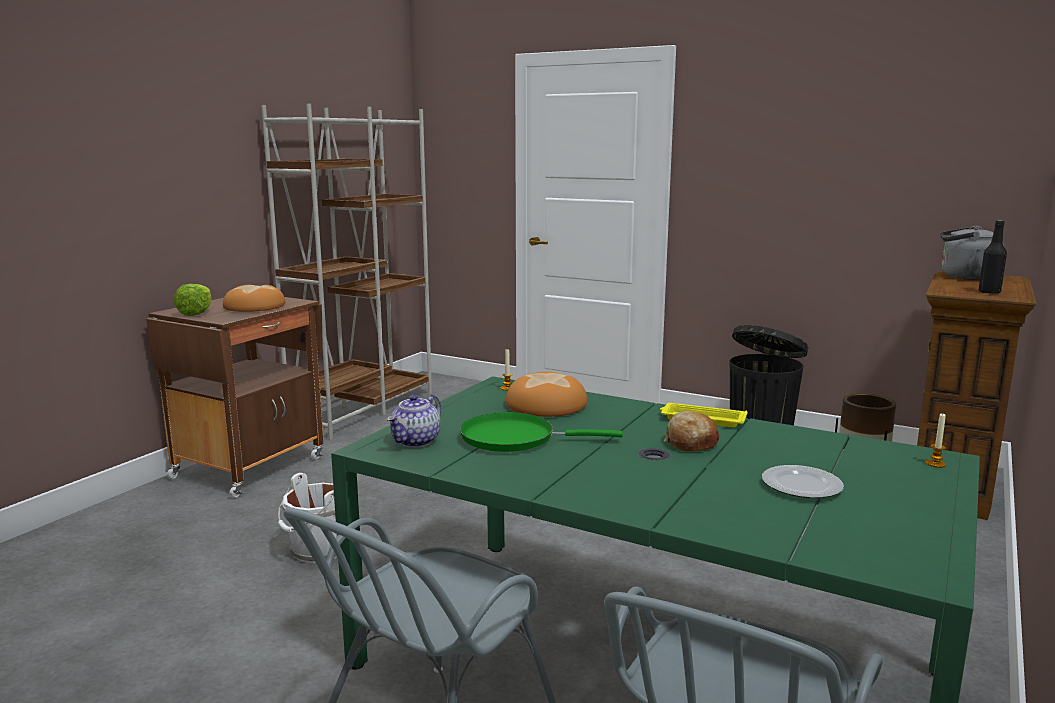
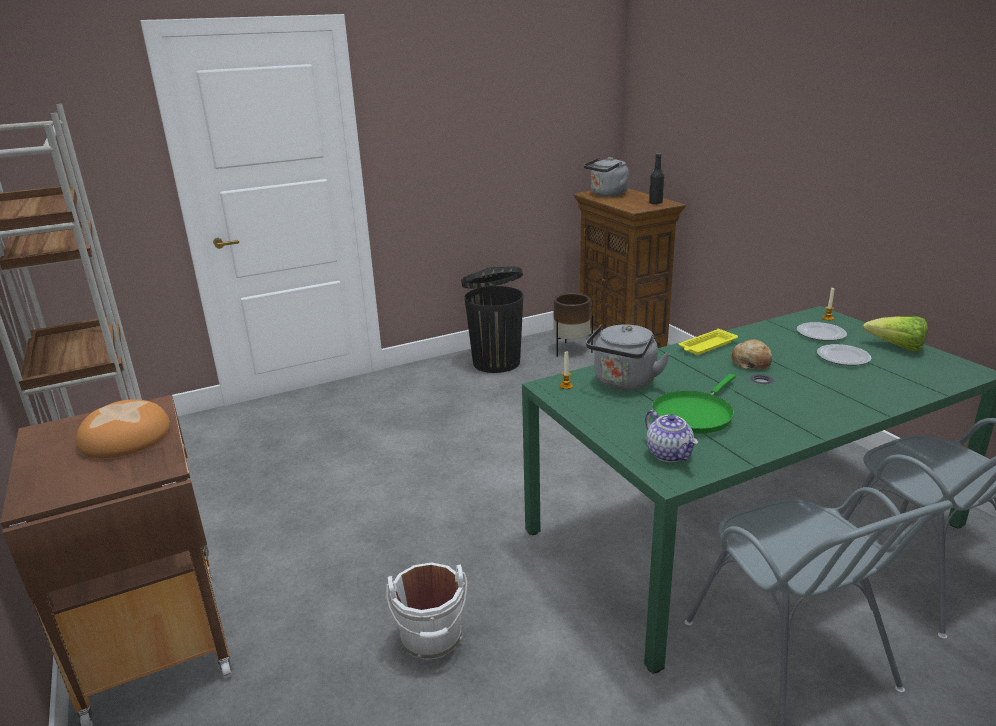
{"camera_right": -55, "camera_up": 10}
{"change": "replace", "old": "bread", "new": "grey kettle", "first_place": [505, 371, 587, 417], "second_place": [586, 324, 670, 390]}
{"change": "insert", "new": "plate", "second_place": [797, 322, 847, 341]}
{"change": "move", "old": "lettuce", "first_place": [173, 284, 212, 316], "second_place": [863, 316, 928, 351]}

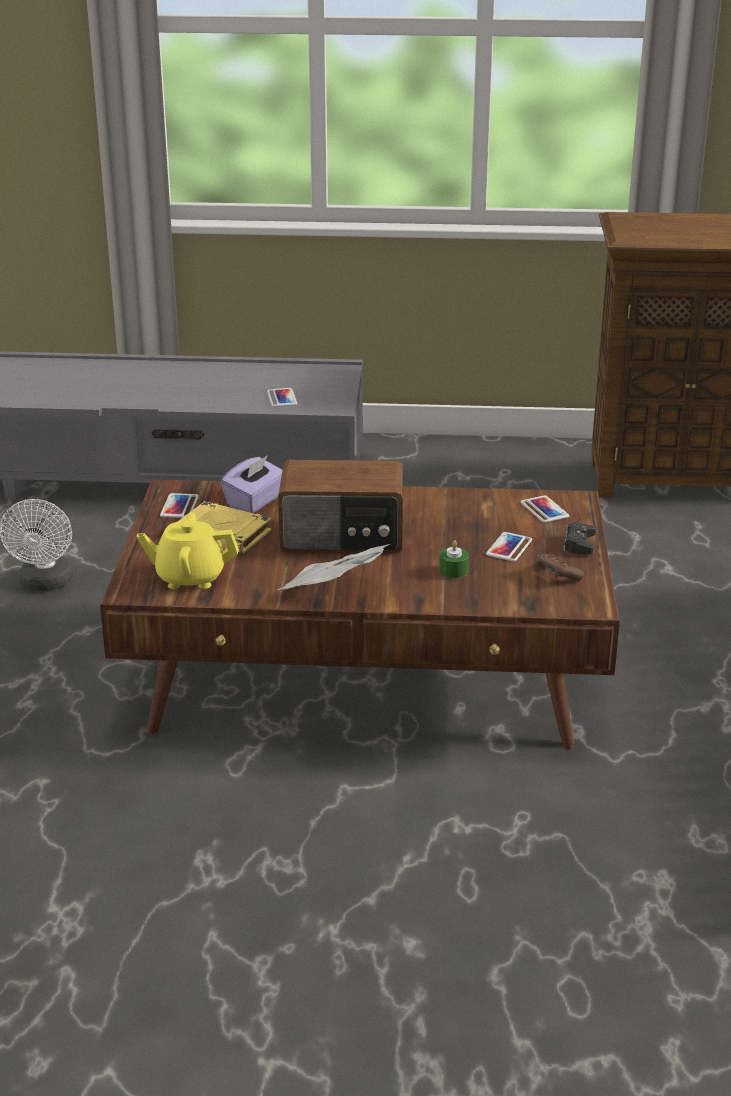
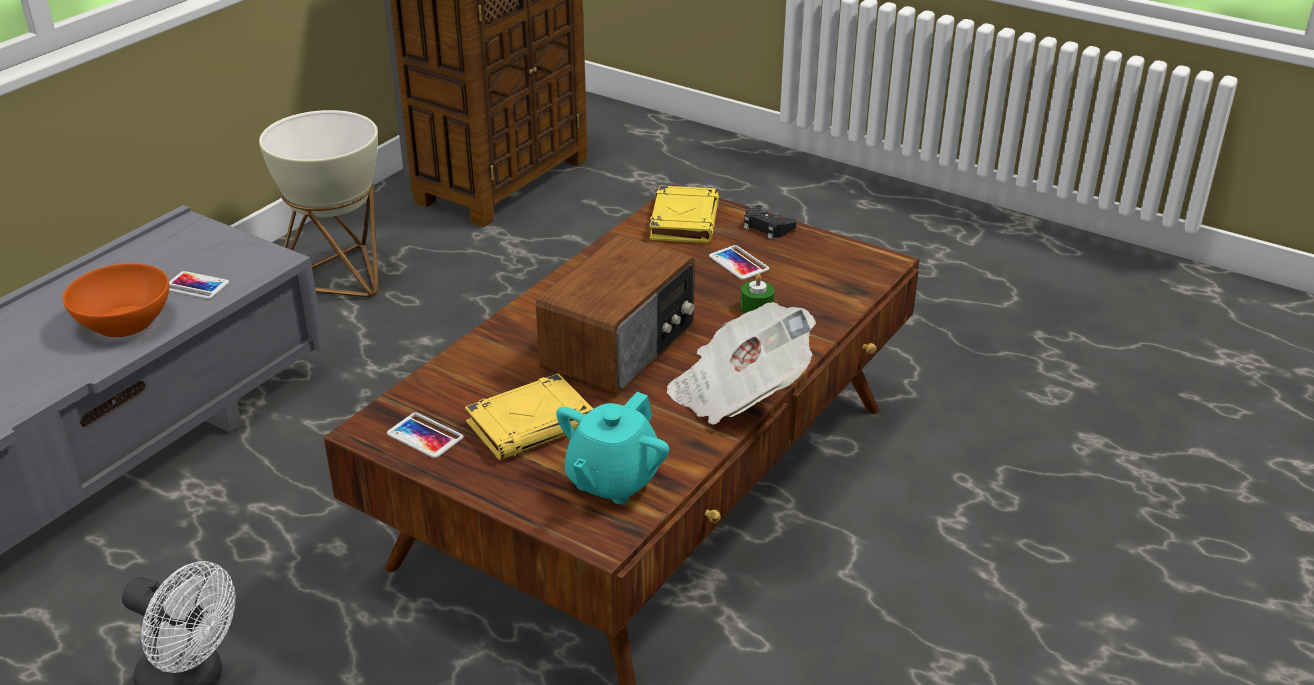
{"camera_right": -60, "camera_up": 5}
{"change": "insert", "new": "orange bowl", "second_place": [63, 263, 169, 337]}
{"change": "insert", "new": "planter", "second_place": [259, 110, 379, 297]}
{"change": "recolor", "old": "yellow teapot", "new": "turquoise teapot", "first_place": [137, 512, 239, 589], "second_place": [556, 392, 669, 504]}
{"change": "replace", "old": "phone", "new": "yellow book", "first_place": [521, 496, 569, 523], "second_place": [650, 185, 719, 243]}
{"change": "delete", "old": "purple tissue box", "first_place": [221, 455, 282, 513]}
{"change": "delete", "old": "brown game controller", "first_place": [534, 554, 584, 581]}

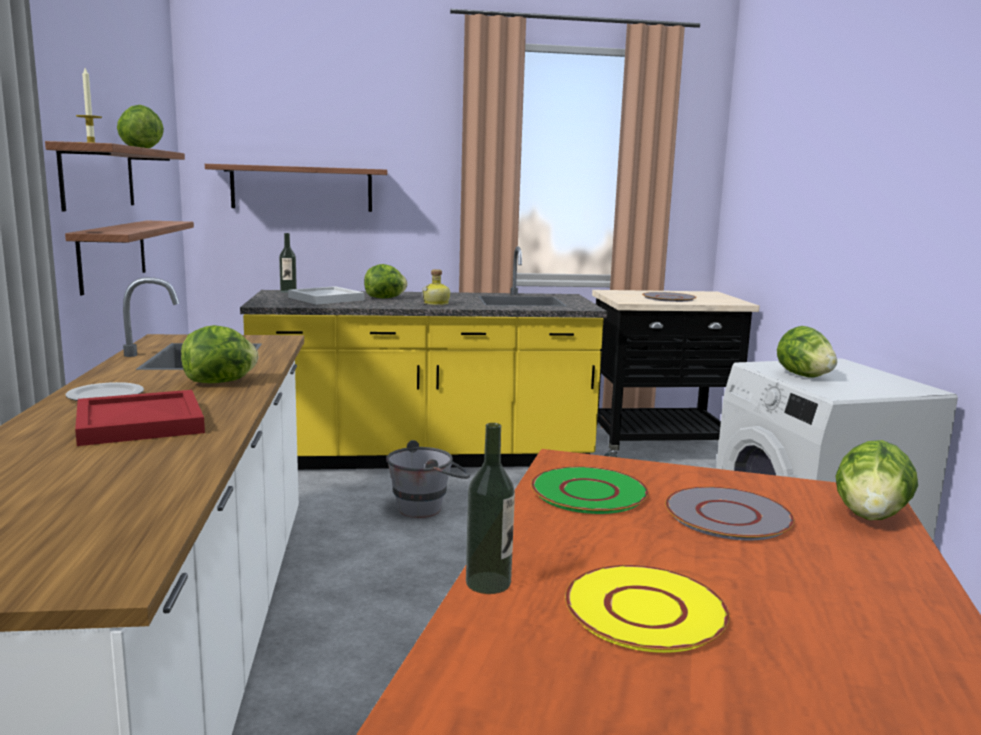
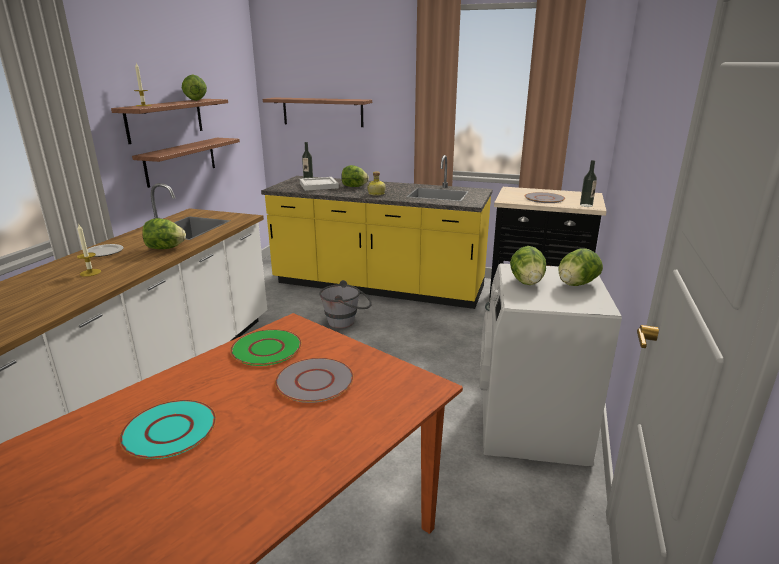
{"camera_right": 25, "camera_up": 10}
{"change": "replace", "old": "red tray", "new": "candle", "first_place": [75, 390, 205, 446], "second_place": [77, 224, 101, 277]}
{"change": "recolor", "old": "yellow plate", "new": "turquoise plate", "first_place": [565, 565, 730, 653], "second_place": [120, 400, 216, 459]}
{"change": "move", "old": "lettuce", "first_place": [835, 440, 918, 520], "second_place": [558, 249, 603, 286]}
{"change": "move", "old": "bottle", "first_place": [466, 423, 515, 594], "second_place": [580, 160, 597, 207]}

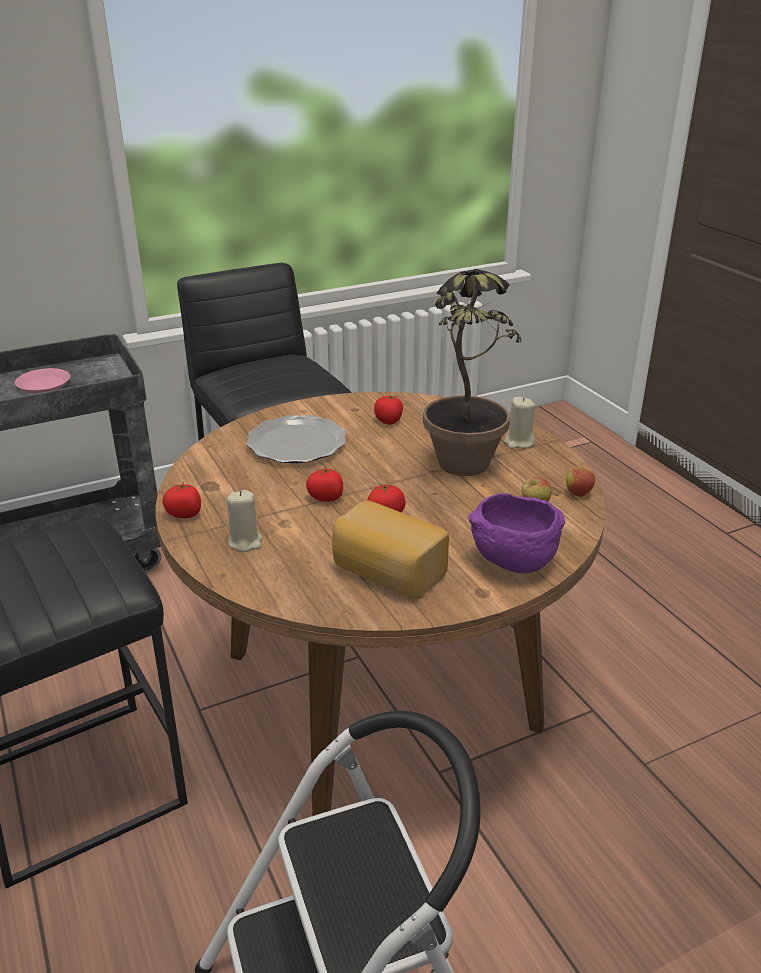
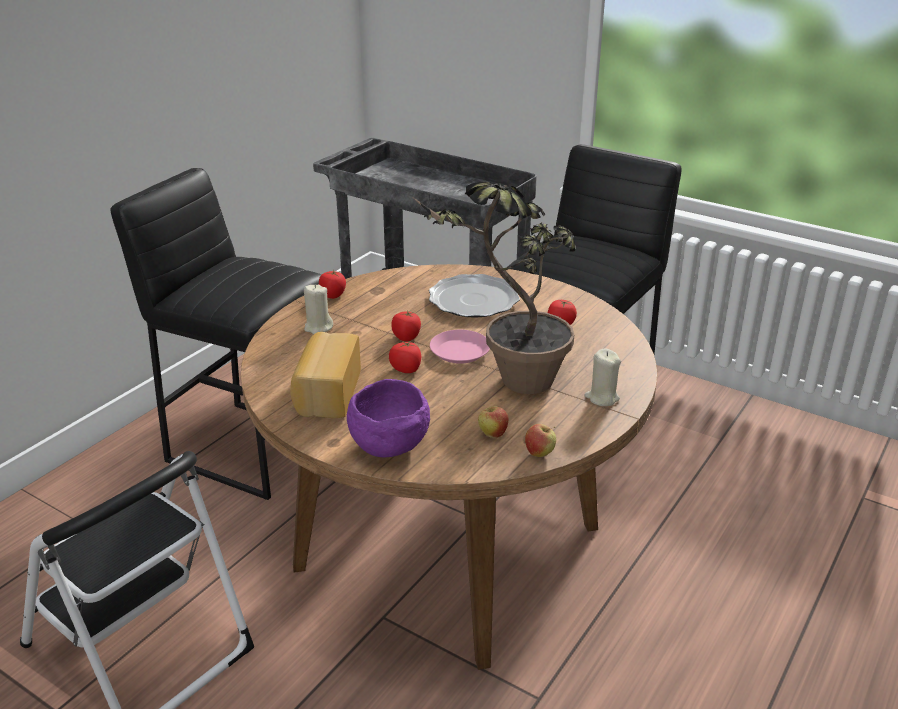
{"camera_right": 60, "camera_up": 0}
{"change": "move", "old": "pink plate", "first_place": [15, 368, 70, 394], "second_place": [430, 330, 490, 364]}

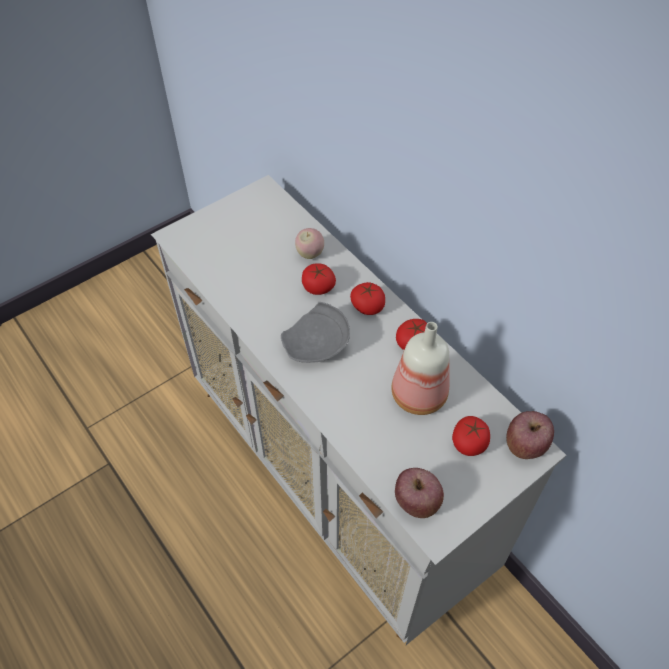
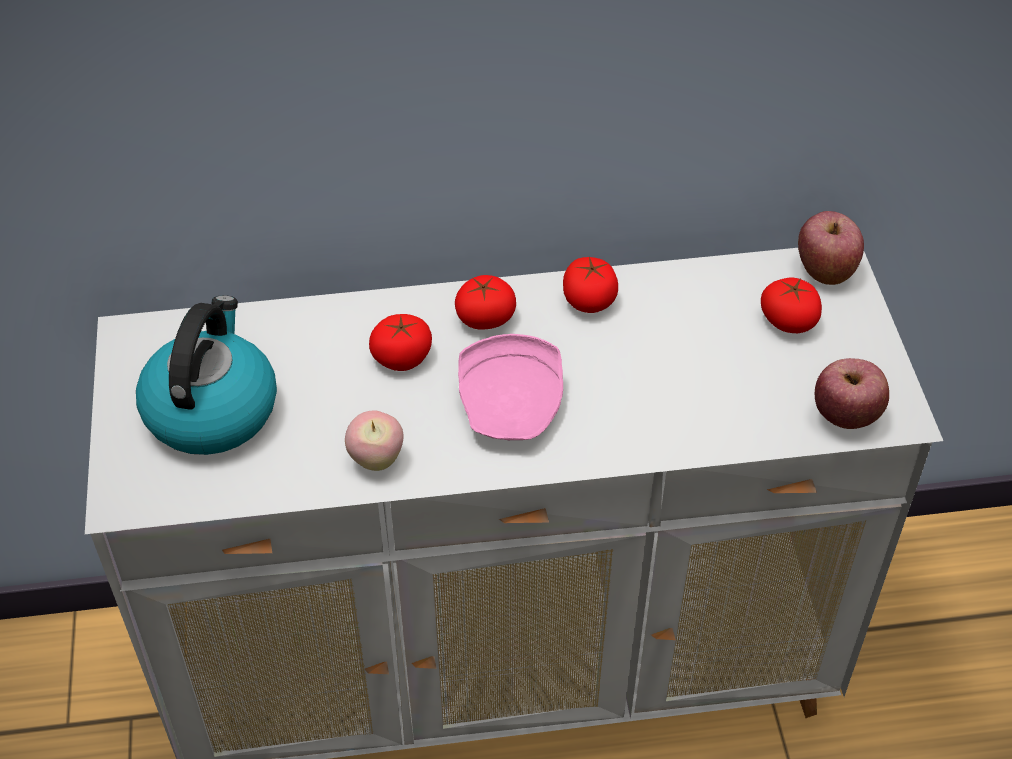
{"camera_right": -60, "camera_up": -5}
{"change": "insert", "new": "kettle", "second_place": [136, 295, 277, 455]}
{"change": "move", "old": "apple", "first_place": [295, 228, 324, 259], "second_place": [345, 410, 403, 471]}
{"change": "recolor", "old": "grey plate", "new": "pink plate", "first_place": [281, 302, 350, 363], "second_place": [458, 334, 563, 440]}
{"change": "delete", "old": "bottle", "first_place": [391, 322, 449, 415]}

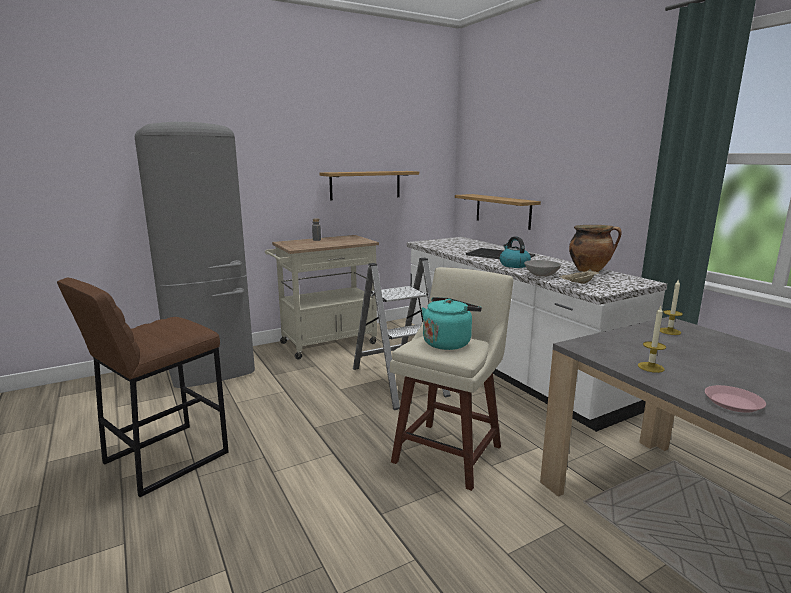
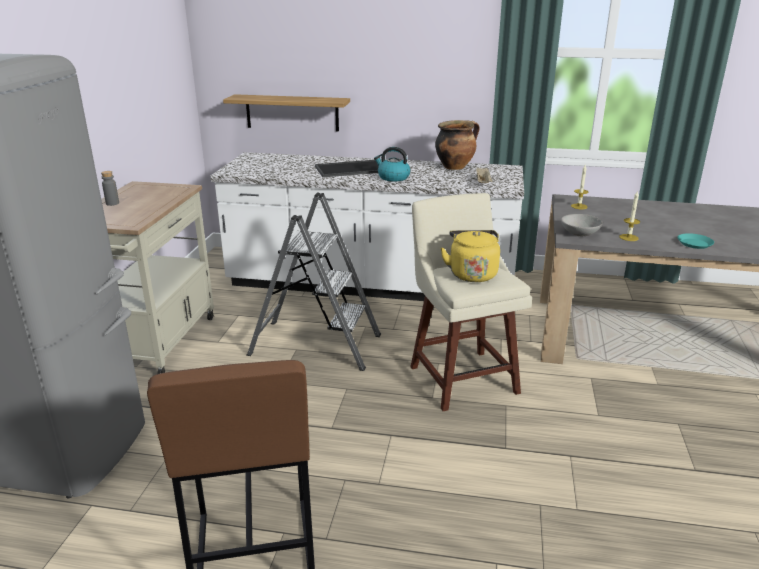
{"camera_right": -50, "camera_up": 10}
{"change": "recolor", "old": "turquoise kettle", "new": "yellow kettle", "first_place": [422, 297, 482, 350], "second_place": [441, 230, 500, 282]}
{"change": "move", "old": "grey bowl", "first_place": [524, 260, 561, 277], "second_place": [561, 214, 603, 236]}
{"change": "recolor", "old": "pink plate", "new": "turquoise plate", "first_place": [705, 385, 766, 413], "second_place": [677, 233, 714, 249]}
{"change": "delete", "old": "shelf", "first_place": [319, 171, 419, 201]}

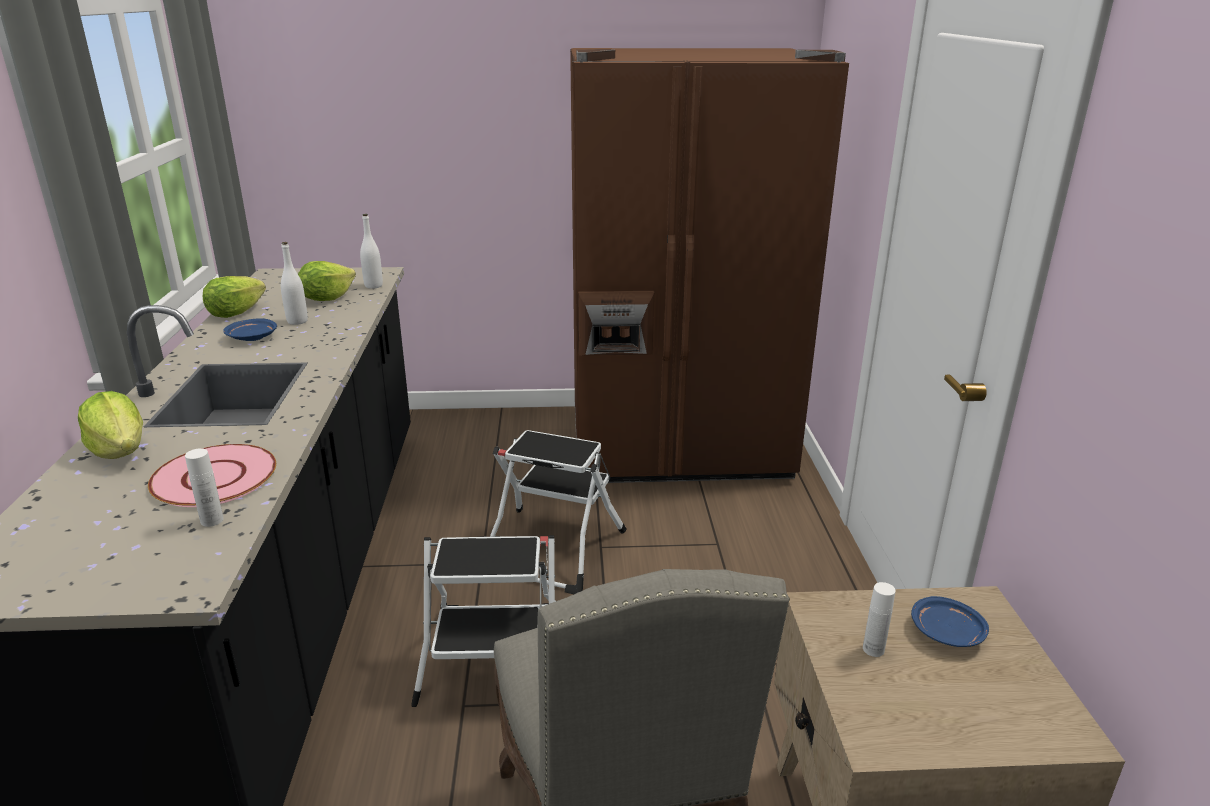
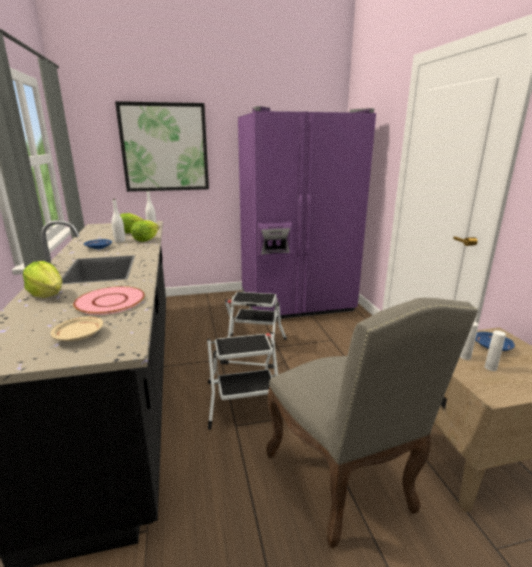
{"camera_right": -10, "camera_up": -5}
{"change": "insert", "new": "beige plate", "second_place": [51, 317, 103, 341]}
{"change": "insert", "new": "picture", "second_place": [115, 101, 209, 192]}
{"change": "move", "old": "lettuce", "first_place": [203, 276, 266, 318], "second_place": [131, 220, 159, 242]}
{"change": "recolor", "old": "brown fridge", "new": "purple fridge", "first_place": [570, 48, 849, 483], "second_place": [238, 106, 376, 319]}
{"change": "move", "old": "white bottle", "first_place": [185, 448, 224, 527], "second_place": [485, 330, 506, 371]}

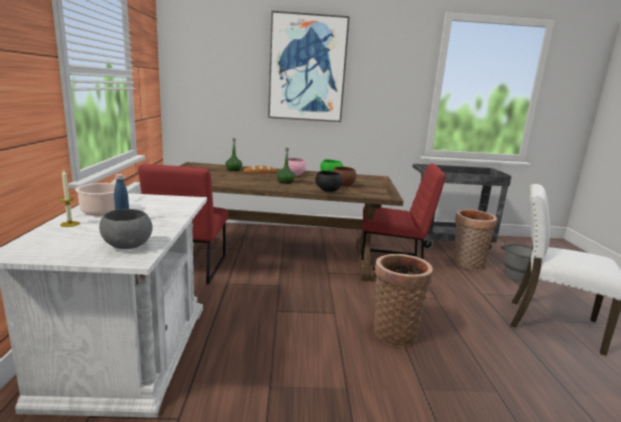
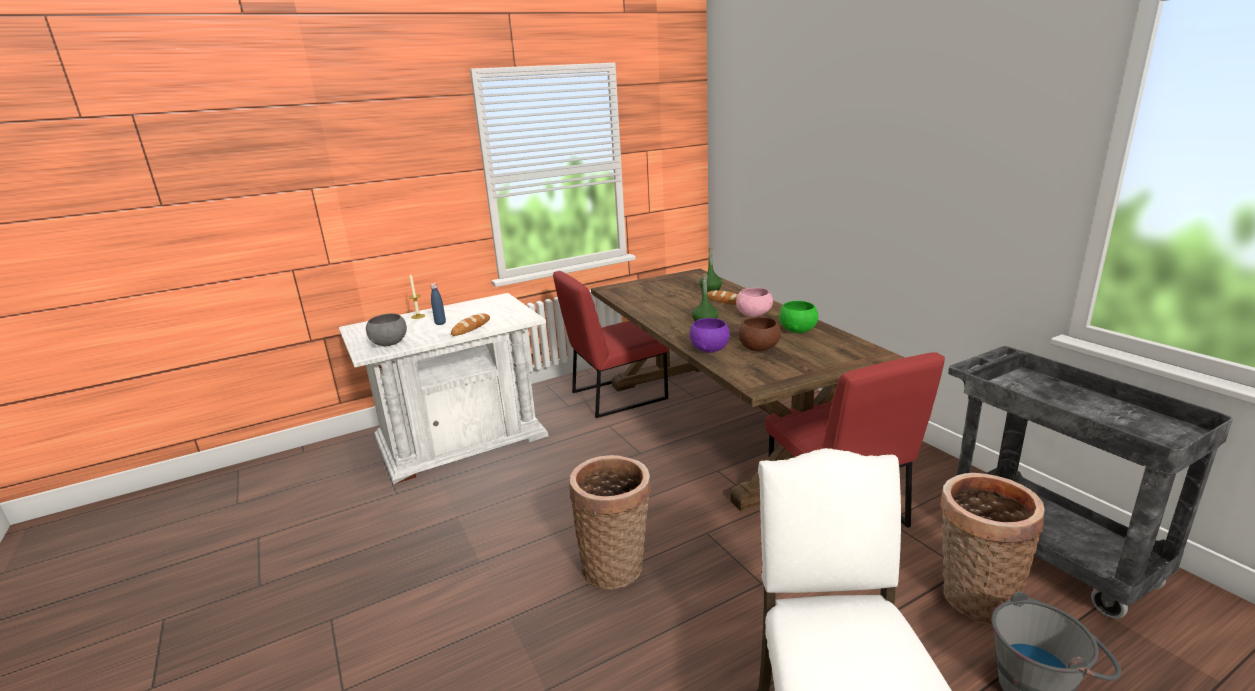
{"camera_right": 65, "camera_up": 5}
{"change": "insert", "new": "bread", "second_place": [451, 313, 490, 336]}
{"change": "recolor", "old": "black bowl", "new": "purple bowl", "first_place": [315, 171, 342, 192], "second_place": [689, 318, 730, 353]}
{"change": "delete", "old": "cooking pot", "first_place": [75, 175, 125, 216]}
{"change": "delete", "old": "picture", "first_place": [268, 11, 350, 122]}

